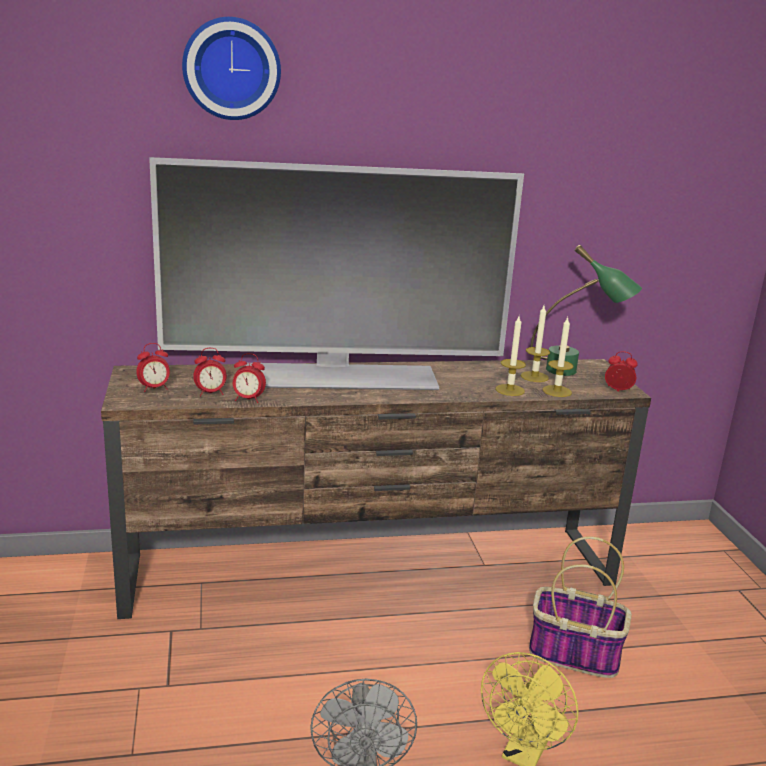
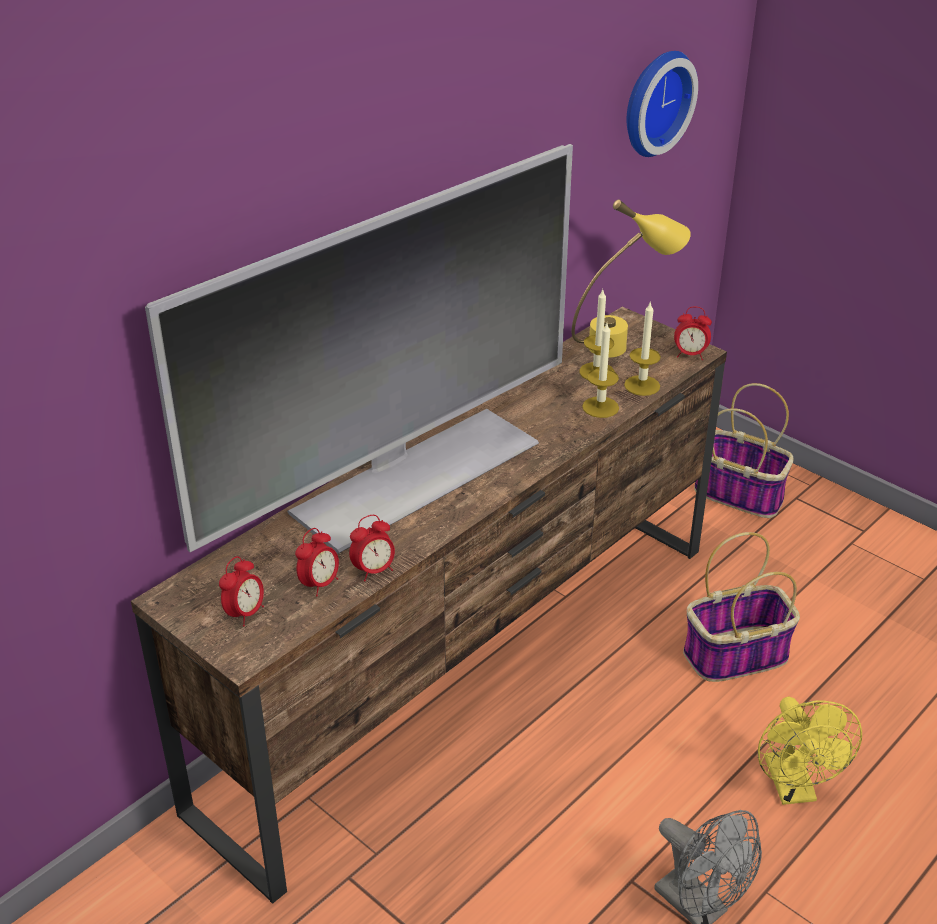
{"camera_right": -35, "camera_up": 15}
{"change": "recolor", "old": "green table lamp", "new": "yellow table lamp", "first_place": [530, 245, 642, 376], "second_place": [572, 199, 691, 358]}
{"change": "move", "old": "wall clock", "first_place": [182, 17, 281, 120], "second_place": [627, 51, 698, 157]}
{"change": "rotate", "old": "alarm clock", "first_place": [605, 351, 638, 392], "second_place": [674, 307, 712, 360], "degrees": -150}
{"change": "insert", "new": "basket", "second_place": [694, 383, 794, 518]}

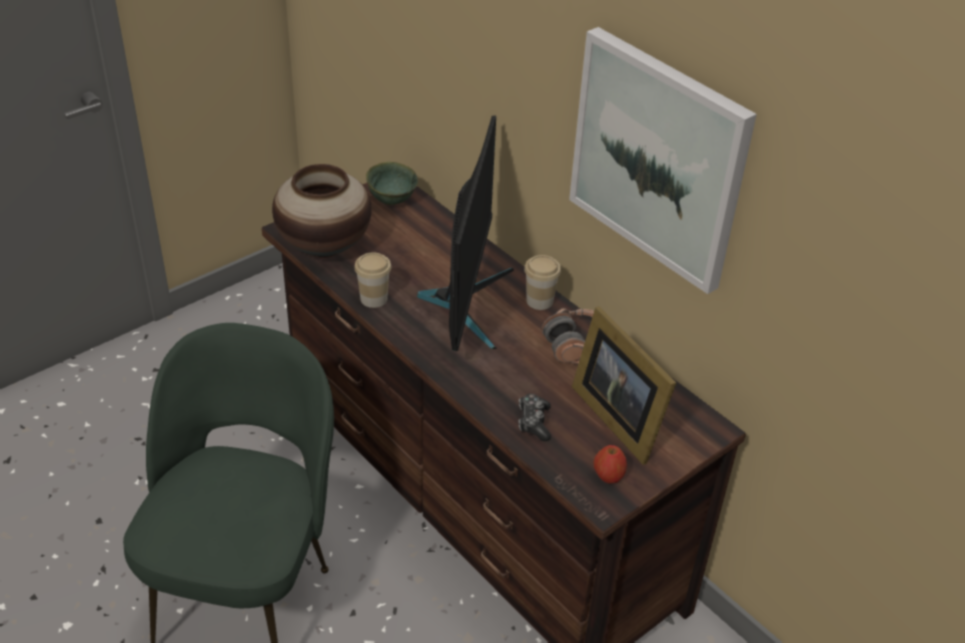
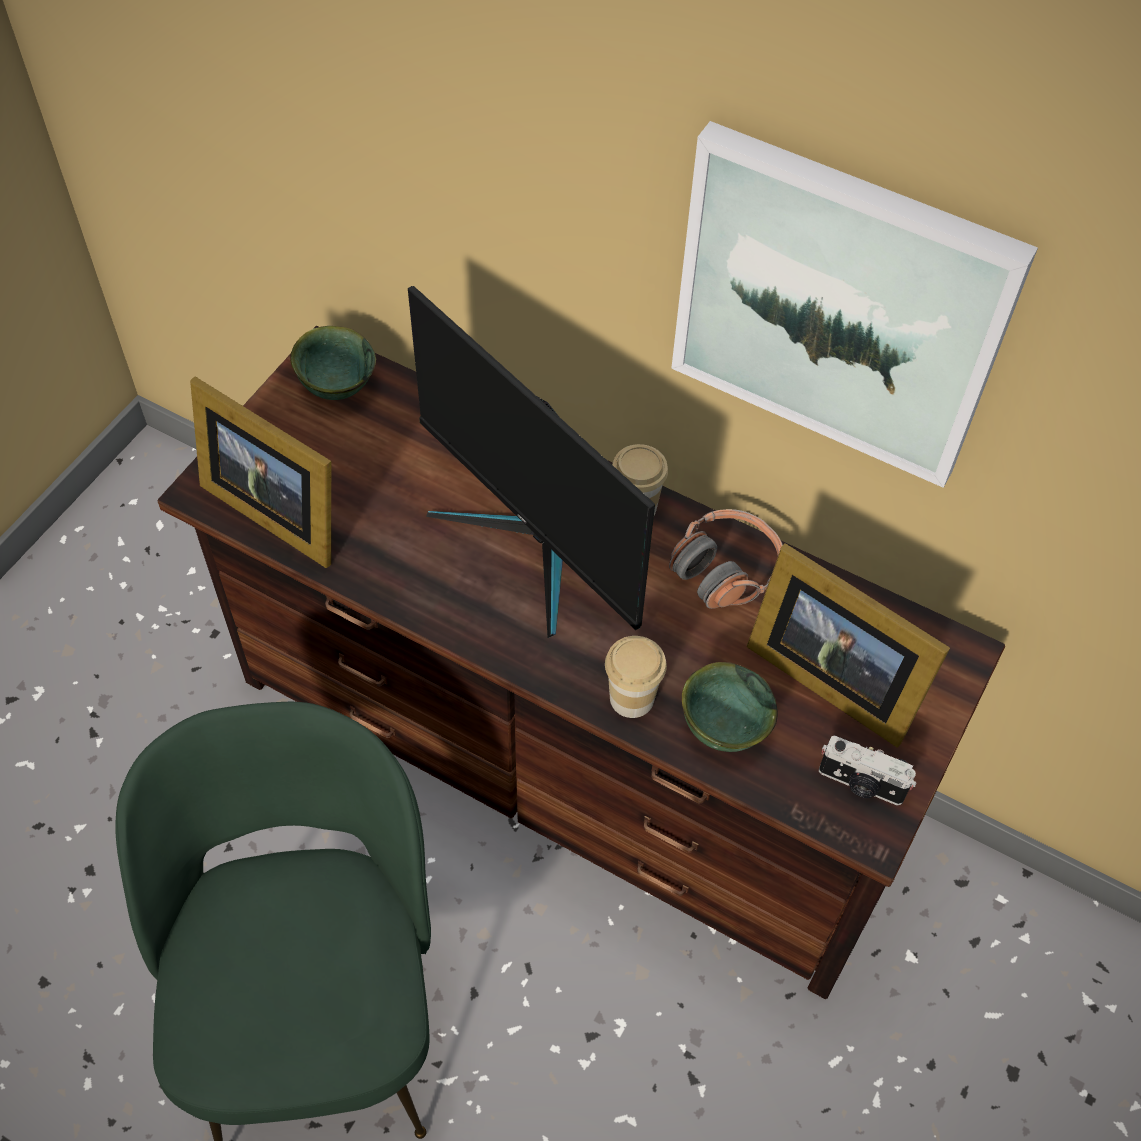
{"camera_right": -20, "camera_up": 15}
{"change": "replace", "old": "vase", "new": "picture frame", "first_place": [272, 164, 372, 258], "second_place": [190, 377, 331, 568]}
{"change": "rotate", "old": "monitor", "first_place": [417, 115, 514, 351], "second_place": [408, 286, 655, 638], "degrees": 150}
{"change": "move", "old": "cup", "first_place": [354, 252, 391, 308], "second_place": [605, 636, 667, 718]}
{"change": "replace", "old": "game controller", "new": "green bowl", "first_place": [518, 394, 551, 441], "second_place": [682, 662, 778, 752]}
{"change": "replace", "old": "apple", "new": "photo camera", "first_place": [594, 445, 627, 484], "second_place": [819, 736, 916, 806]}

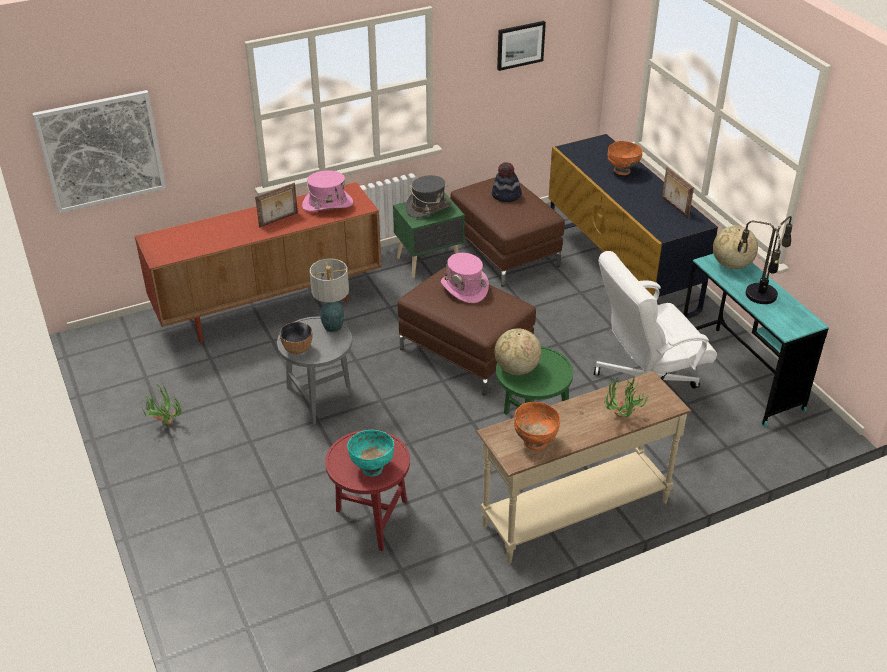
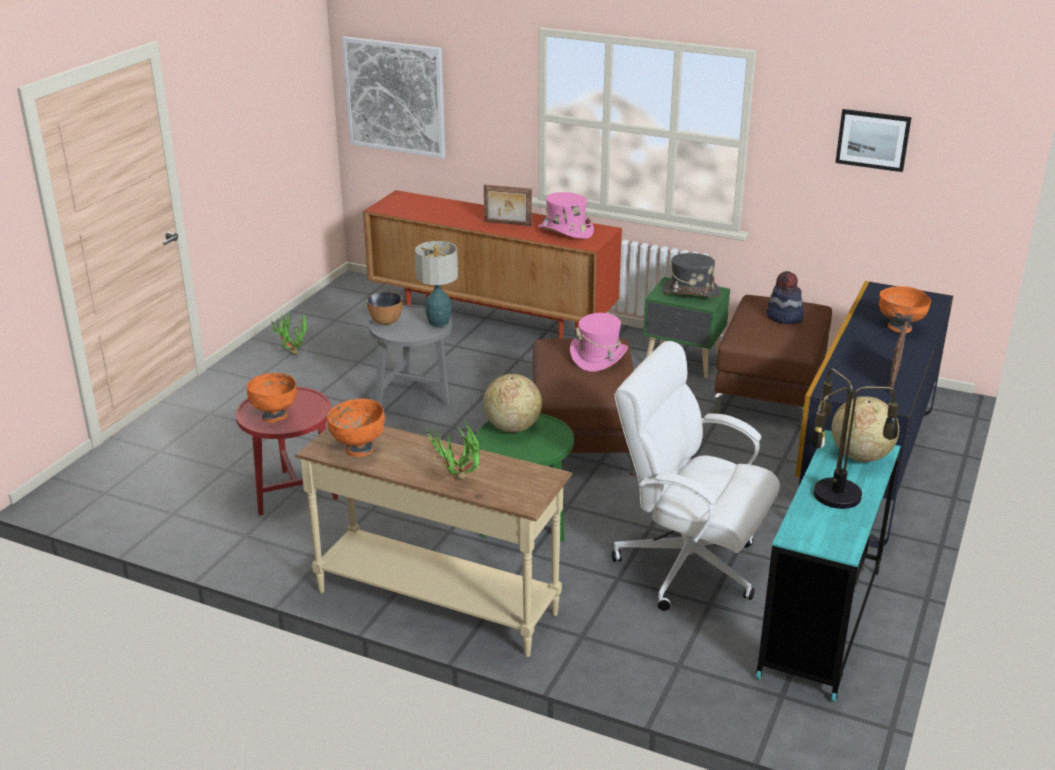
{"camera_right": 50, "camera_up": -10}
{"change": "recolor", "old": "turquoise bowl", "new": "orange bowl", "first_place": [347, 430, 394, 477], "second_place": [247, 373, 297, 423]}

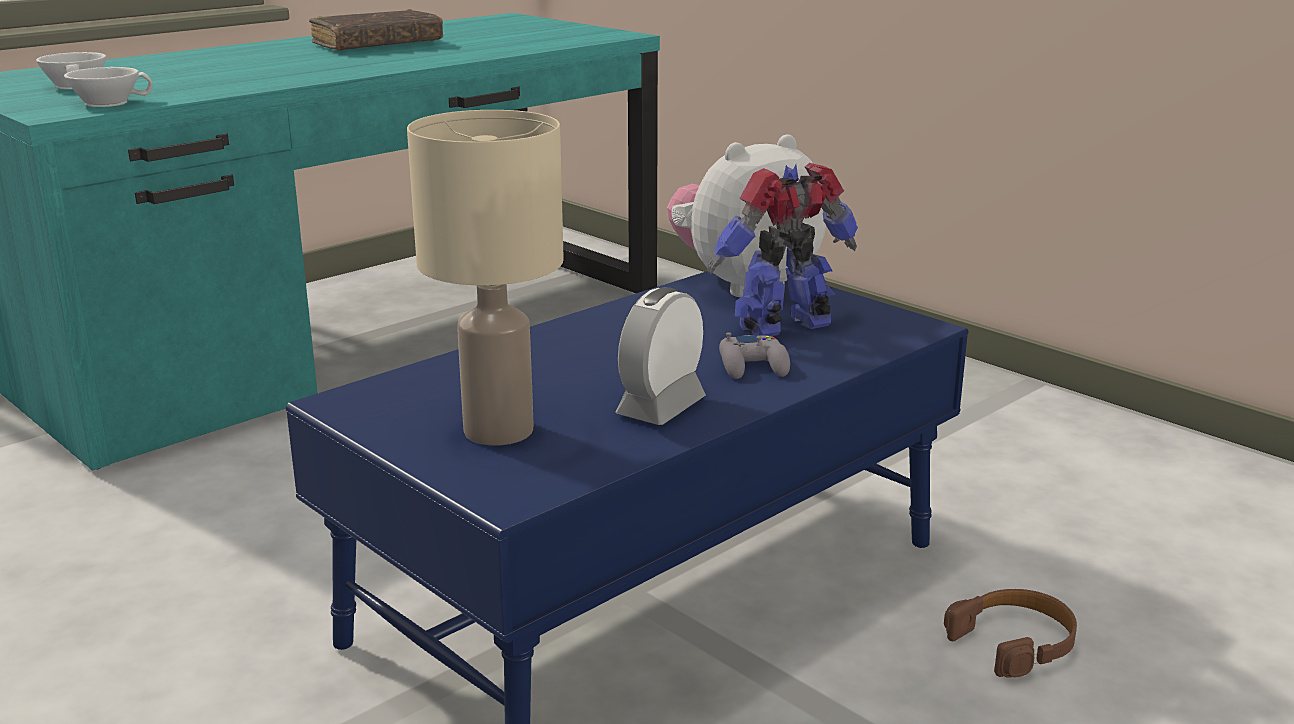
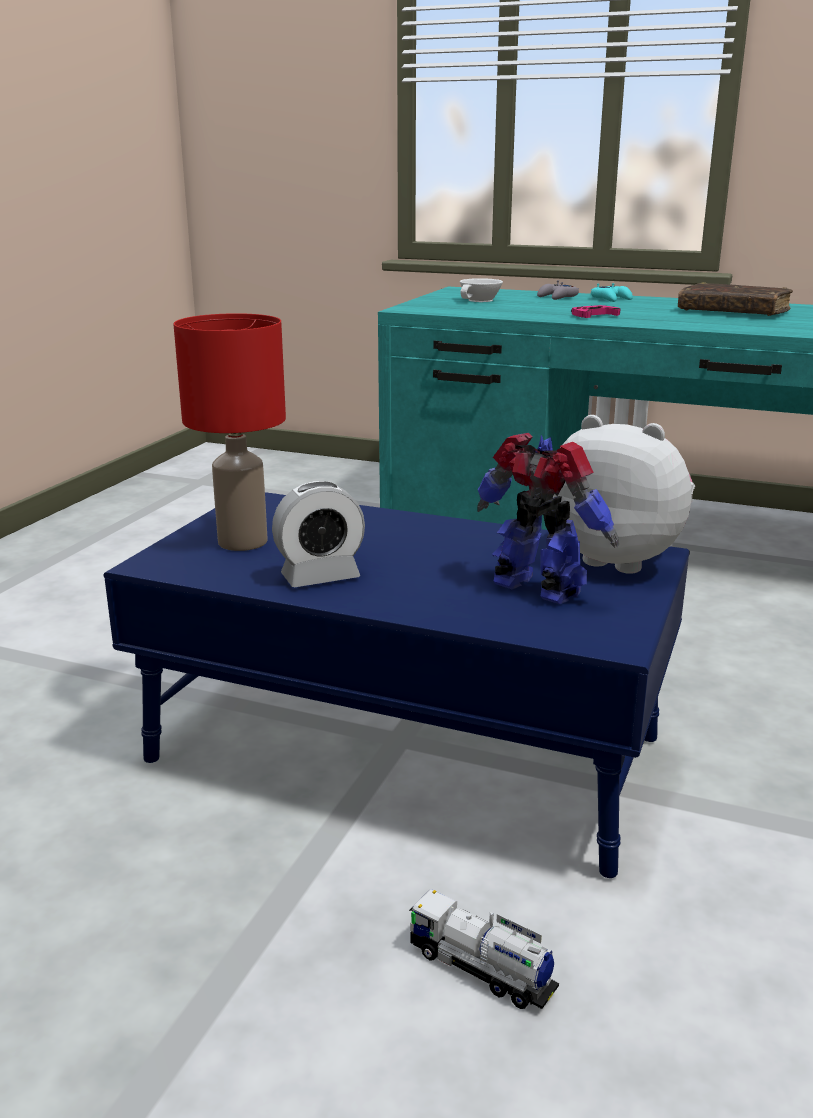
{"camera_right": 65, "camera_up": 0}
{"change": "recolor", "old": "beige table lamp", "new": "red table lamp", "first_place": [407, 110, 564, 446], "second_place": [174, 313, 286, 551]}
{"change": "rotate", "old": "alarm clock", "first_place": [615, 287, 706, 425], "second_place": [272, 481, 365, 587], "degrees": 150}
{"change": "replace", "old": "brown headphones", "new": "toy truck", "first_place": [944, 589, 1077, 678], "second_place": [409, 889, 559, 1009]}
{"change": "move", "old": "grey game controller", "first_place": [719, 332, 790, 379], "second_place": [537, 280, 579, 300]}
{"change": "insert", "new": "pink game controller", "second_place": [571, 305, 621, 318]}
{"change": "insert", "new": "turquoise game controller", "second_place": [591, 283, 633, 302]}
{"change": "delete", "old": "white cup", "first_place": [64, 67, 153, 107]}

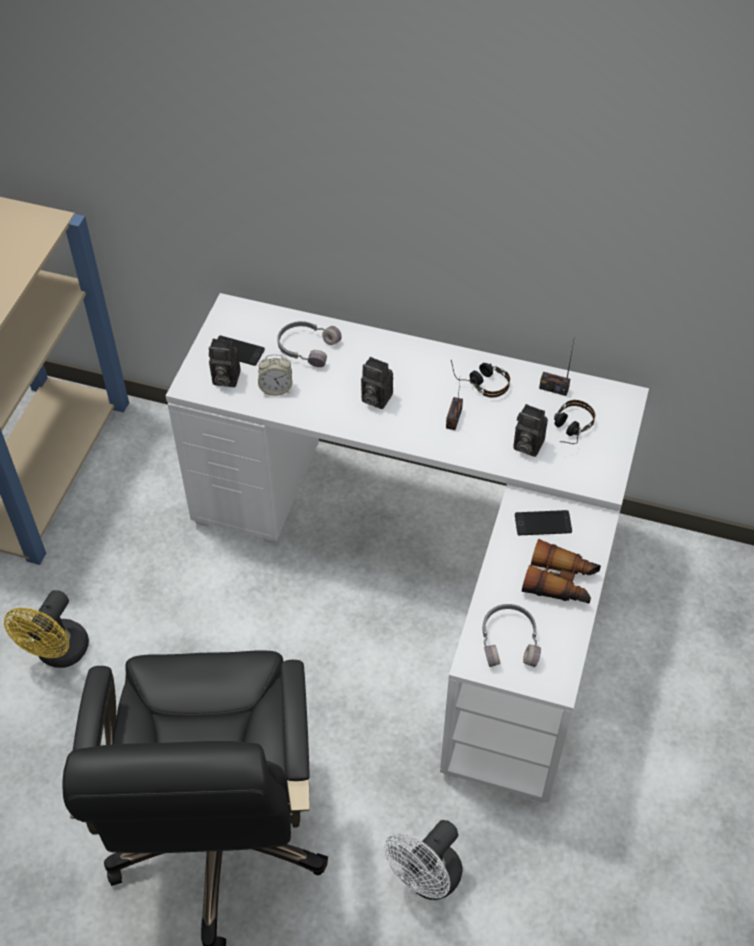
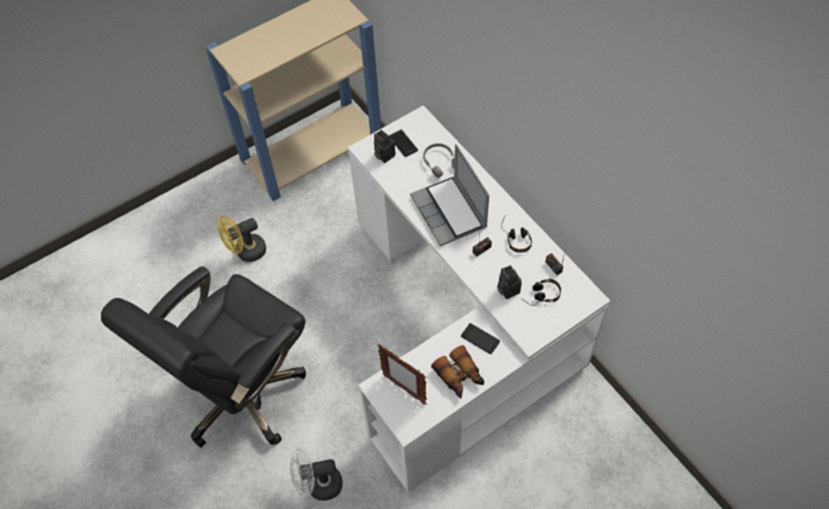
{"camera_right": 40, "camera_up": 5}
{"change": "replace", "old": "grey headphones", "new": "picture frame", "first_place": [482, 604, 541, 667], "second_place": [377, 344, 427, 405]}
{"change": "replace", "old": "photo camera", "new": "laptop", "first_place": [361, 357, 393, 409], "second_place": [410, 144, 489, 246]}
{"change": "delete", "old": "alarm clock", "first_place": [258, 354, 292, 396]}

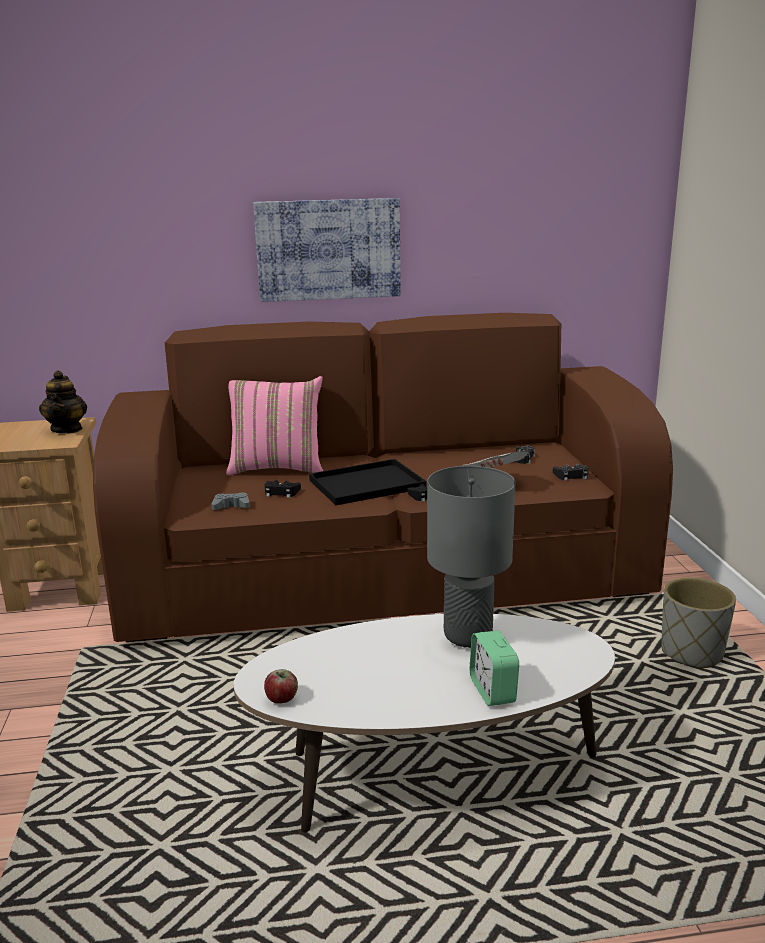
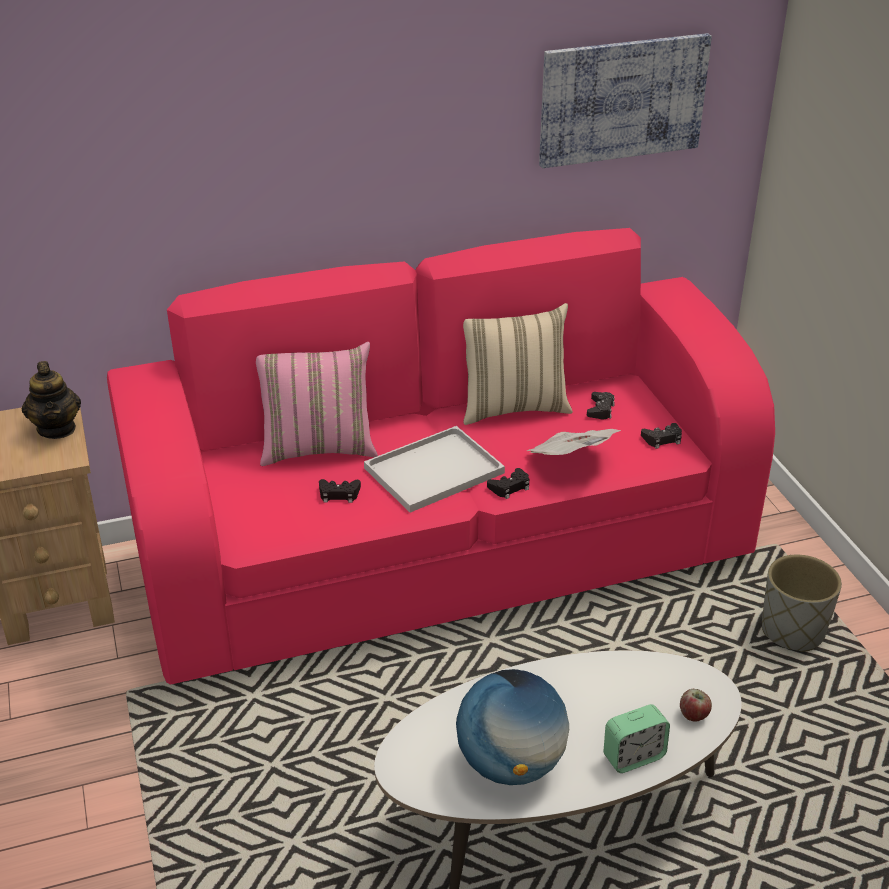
{"camera_right": -10, "camera_up": 15}
{"change": "recolor", "old": "brown sofa", "new": "pink sofa", "first_place": [93, 313, 673, 642], "second_place": [107, 228, 775, 684]}
{"change": "recolor", "old": "black tray", "new": "white tray", "first_place": [309, 459, 427, 505], "second_place": [364, 426, 505, 513]}
{"change": "insert", "new": "globe", "second_place": [456, 669, 569, 785]}
{"change": "insert", "new": "beige pillow", "second_place": [463, 303, 573, 425]}
{"change": "move", "old": "picture", "first_place": [253, 198, 401, 302], "second_place": [539, 33, 712, 168]}
{"change": "rotate", "old": "alarm clock", "first_place": [469, 630, 519, 706], "second_place": [603, 704, 670, 773], "degrees": -90}
{"change": "move", "old": "apple", "first_place": [264, 669, 298, 704], "second_place": [680, 689, 712, 722]}
{"change": "delete", "old": "grey game controller", "first_place": [211, 492, 250, 510]}
{"change": "delete", "old": "grey table lamp", "first_place": [427, 466, 515, 648]}

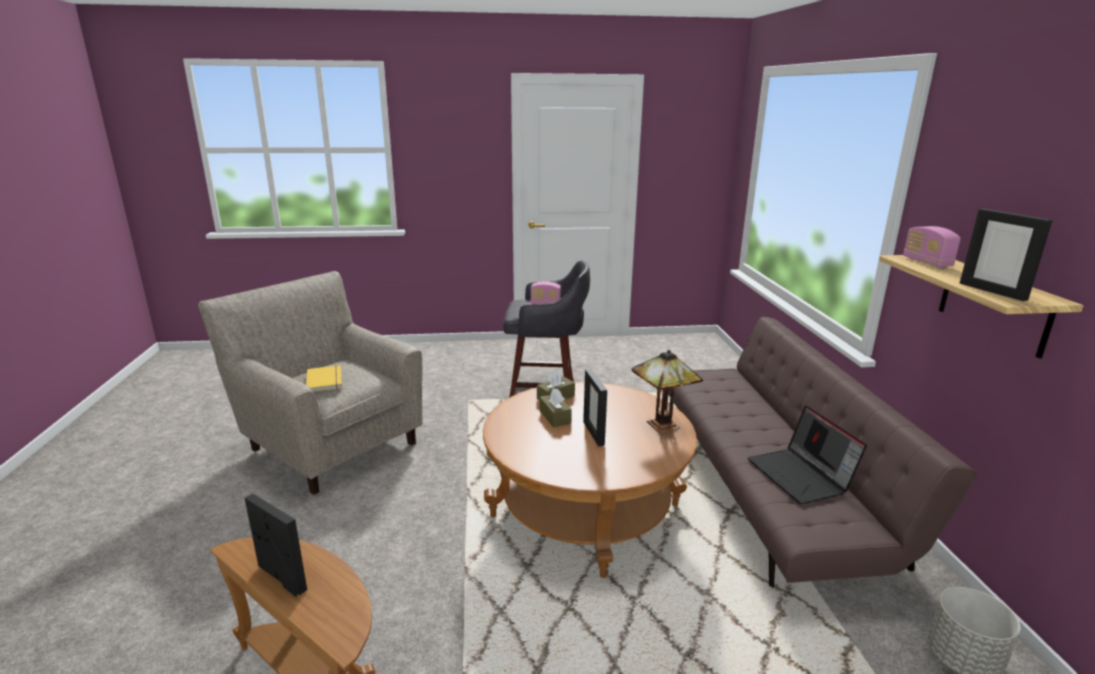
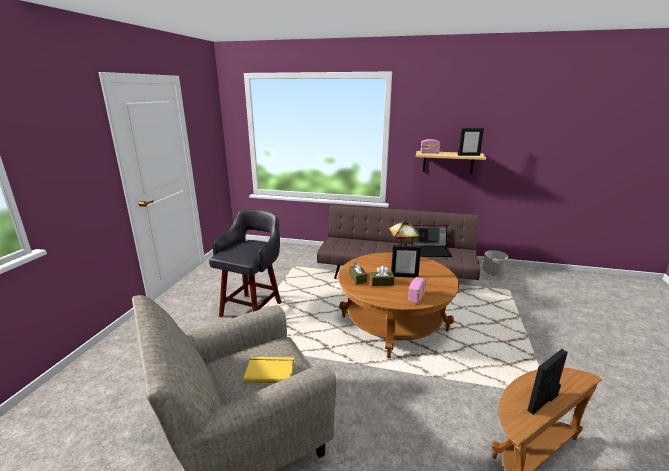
{"camera_right": -70, "camera_up": 0}
{"change": "move", "old": "radio", "first_place": [531, 282, 561, 304], "second_place": [408, 277, 426, 304]}

